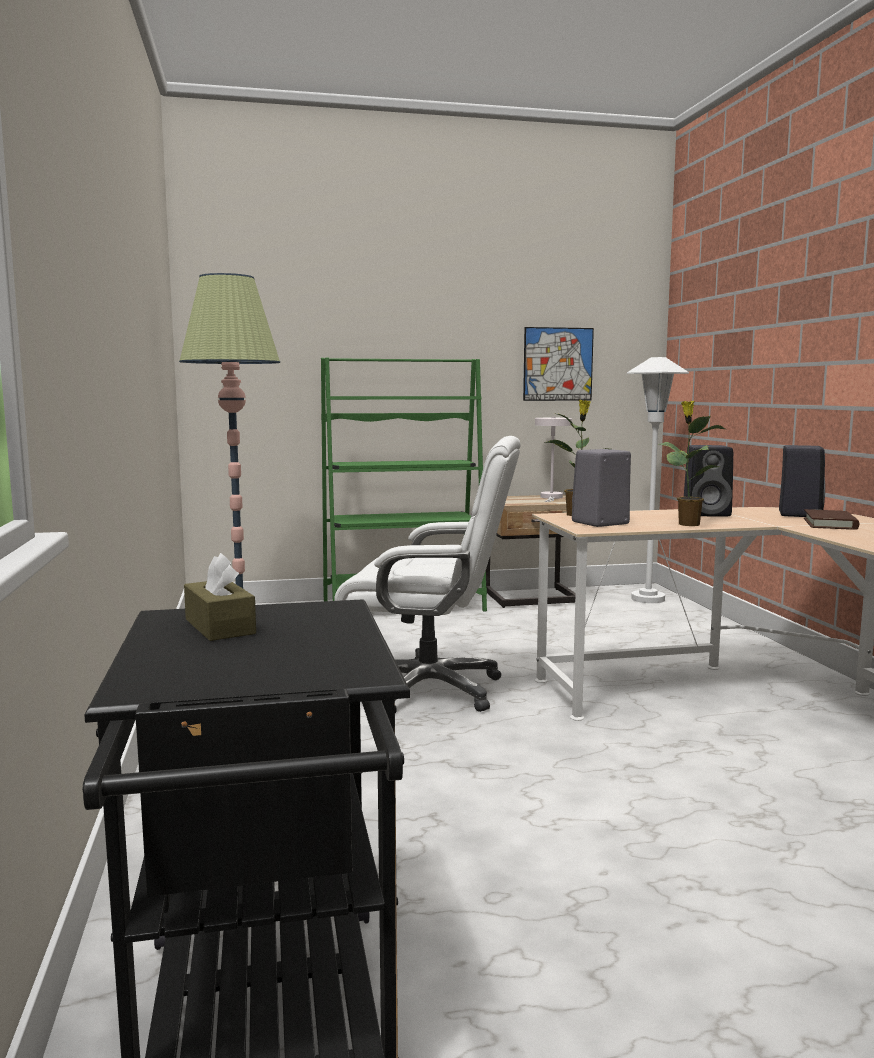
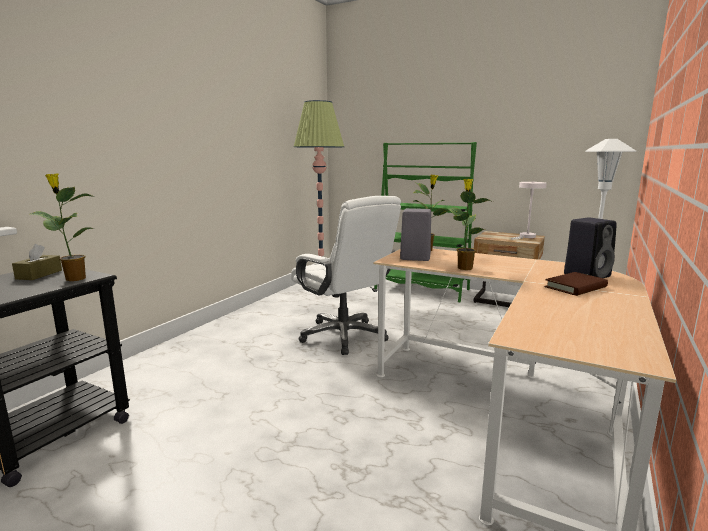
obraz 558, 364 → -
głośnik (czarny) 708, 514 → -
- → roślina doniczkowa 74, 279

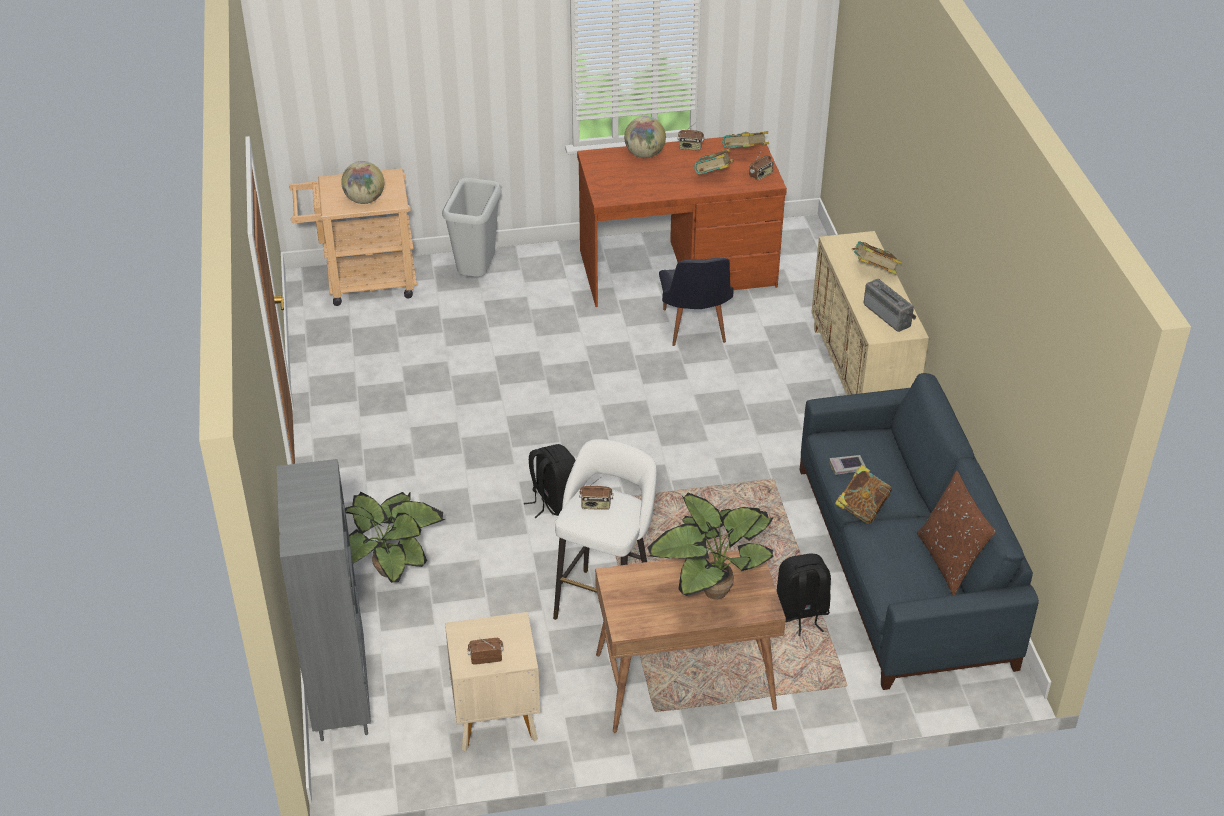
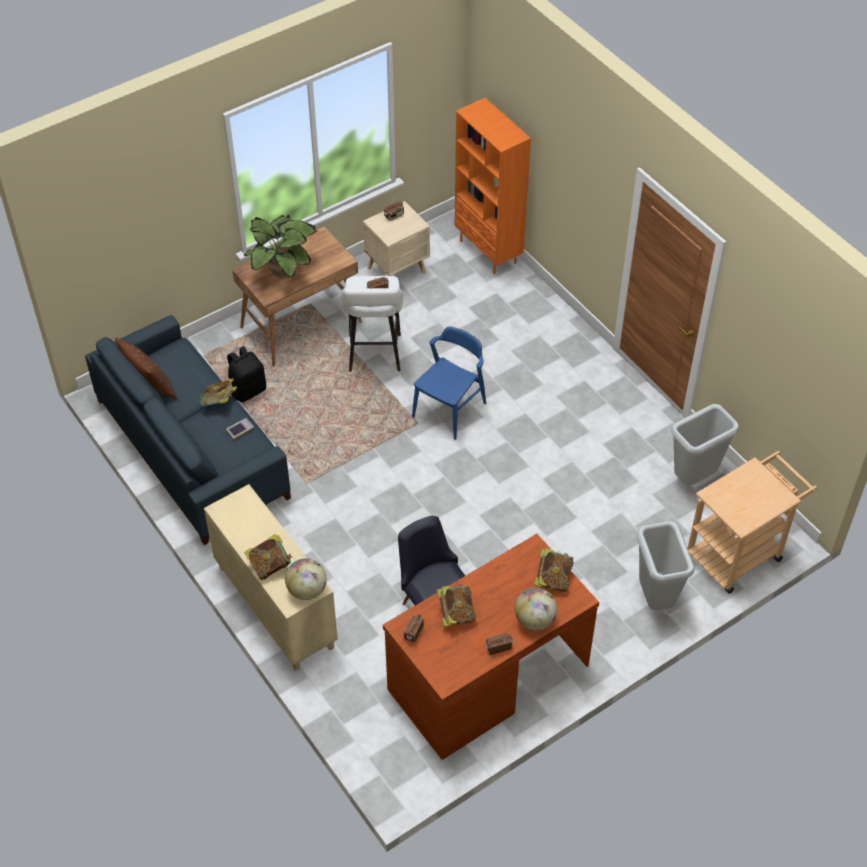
książka 744, 154 → książka 552, 579, relocated
globus 364, 200 → globus 307, 590, relocated
radio 889, 315 → -
plecak (czarny) 553, 502 → krzesło (niebieski) 449, 410
regał (szary) 340, 699 → regał (pomarańczowy) 489, 251
roślina doniczkowa 393, 571 → -
- → kosz na śmieci (szary) 694, 479

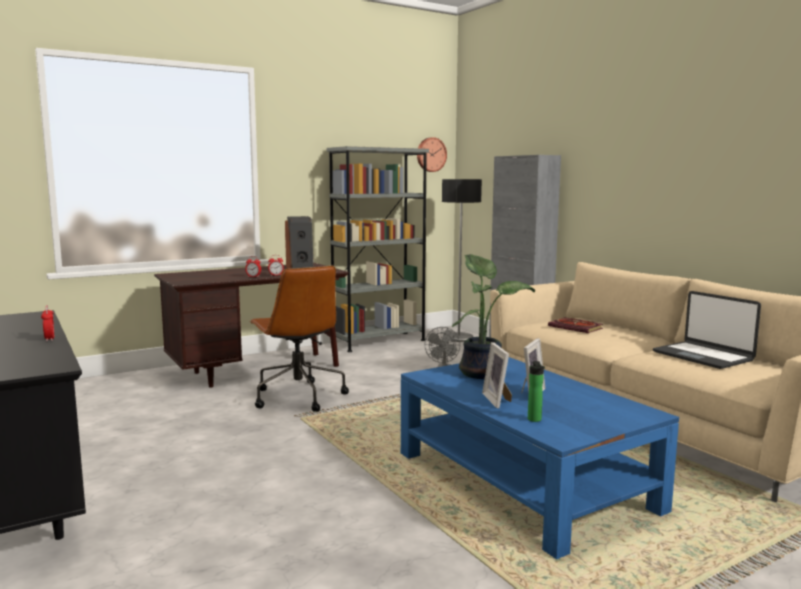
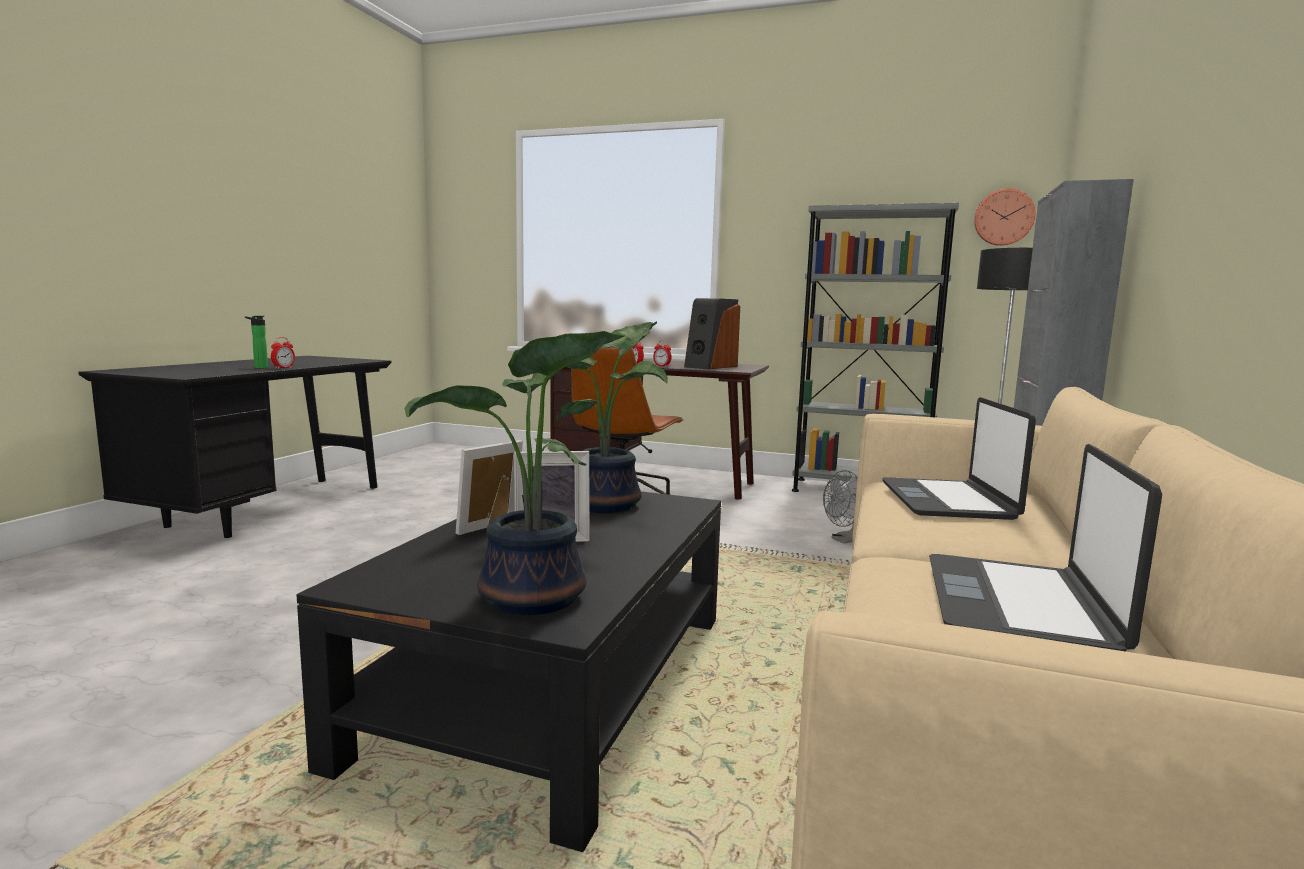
książka 577, 328 → laptop 948, 501
ława (niebieski) 523, 481 → ława (czarny) 553, 684
butelka 535, 420 → butelka 259, 368, relocated
- → roślina doniczkowa 531, 600

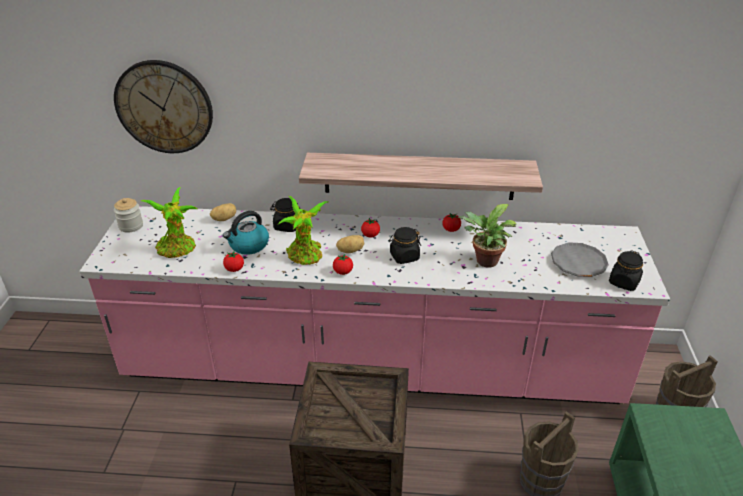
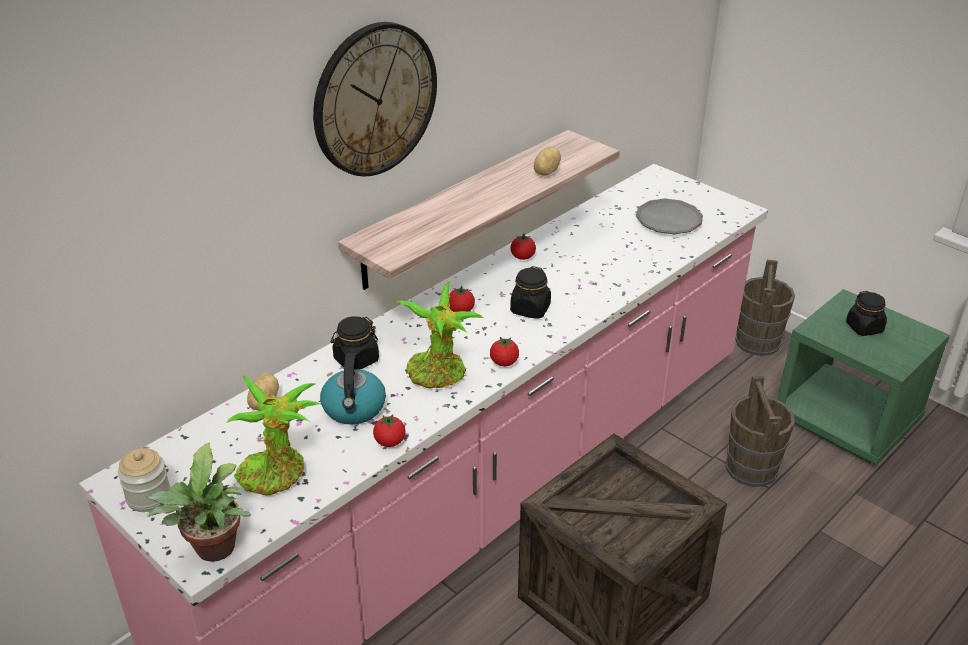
zegar ścienny 164, 107 → zegar ścienny 375, 99, relocated
roślina doniczkowa 484, 262 → roślina doniczkowa 213, 551, relocated
ziemniak 350, 250 → ziemniak 545, 172, relocated
słoik (czarny) 624, 282 → słoik (czarny) 864, 328, relocated

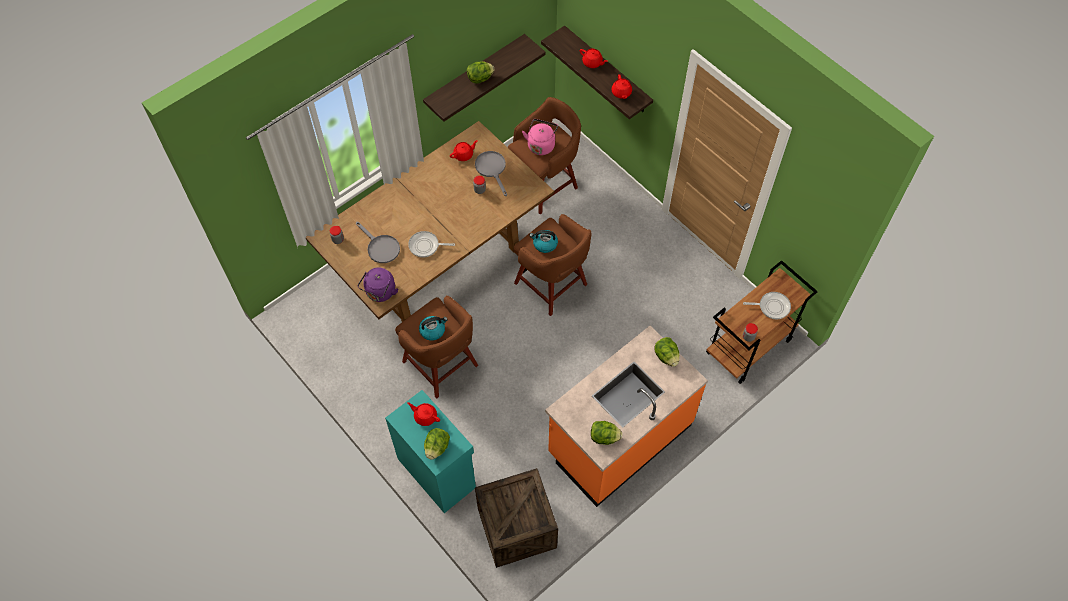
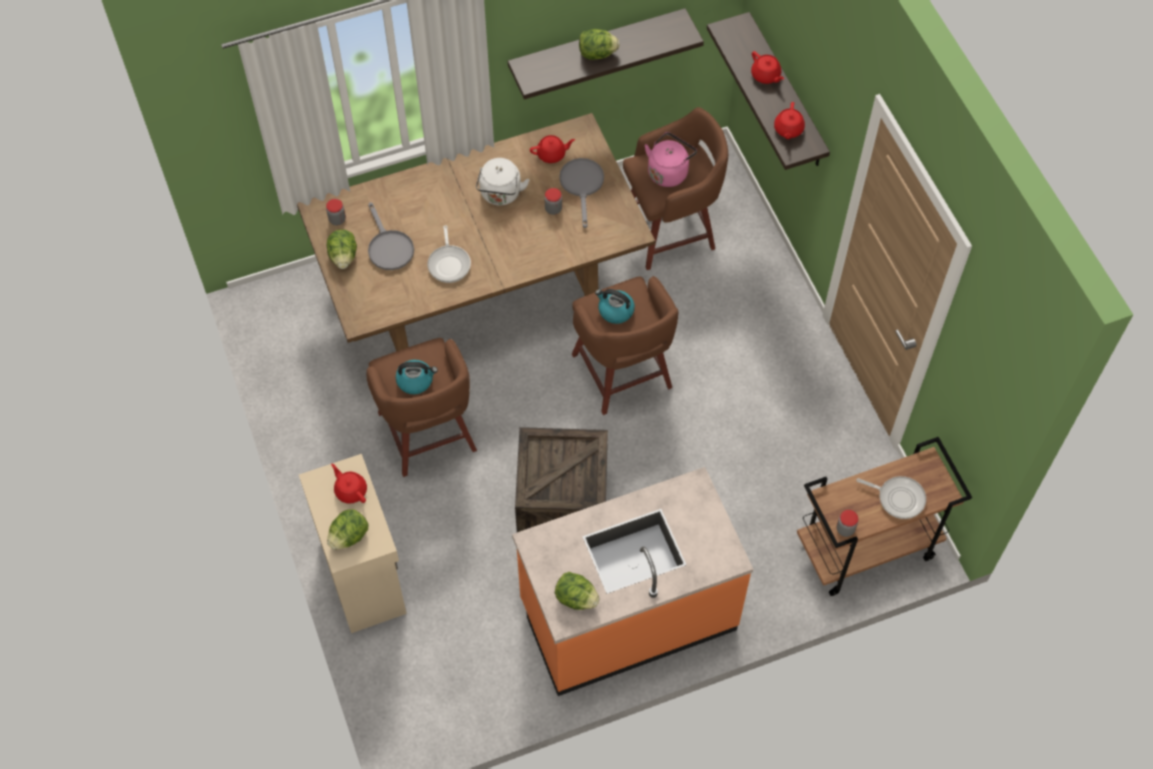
patelnia 426, 246 → patelnia 449, 263, 120 degrees counterclockwise
czajnik (fioletowy) 380, 293 → -
sałata 666, 356 → sałata 343, 256, relocated
szafka (turkusowy) 437, 471 → szafka (beżowy) 364, 575
skrzynka 517, 528 → skrzynka 562, 506, relocated
- → czajnik (biały) 500, 195

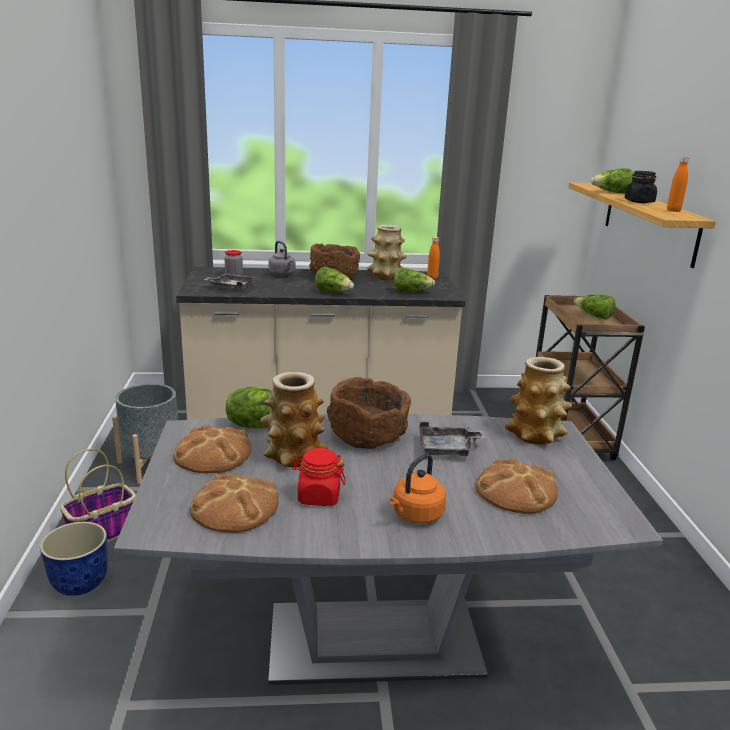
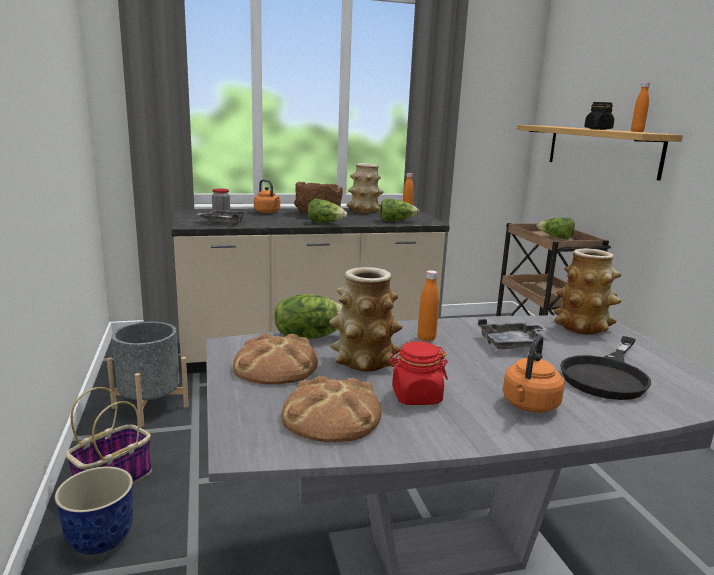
sałata 611, 193 → -
czajnik (szary) 282, 274 → czajnik (pomarańczowy) 268, 212
miska (brązowy) 367, 436 → butelka (pomarańczowy) 426, 338
chleb 516, 491 → patelnia (czarny) 607, 375

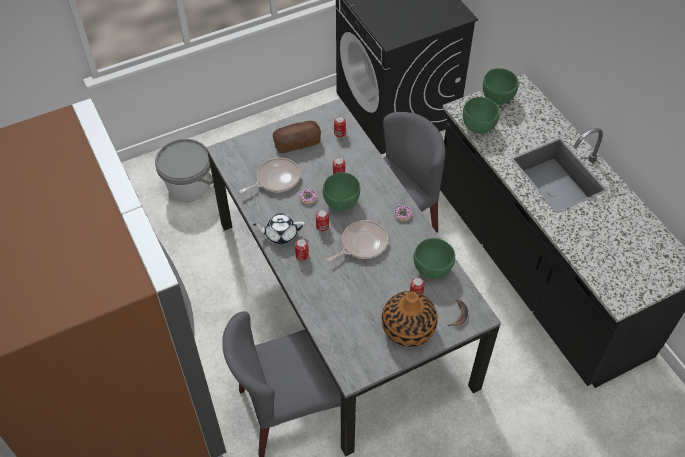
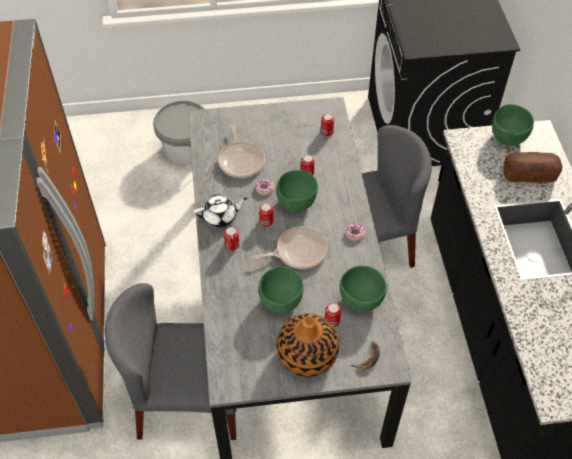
miska (zielony) 478, 127 → miska (zielony) 281, 302, relocated
chleb 297, 143 → chleb 529, 174, relocated
patelnia 276, 179 → patelnia 241, 160, 90 degrees clockwise
imbryk (biały) 280, 234 → imbryk (biały) 220, 217, 150 degrees clockwise

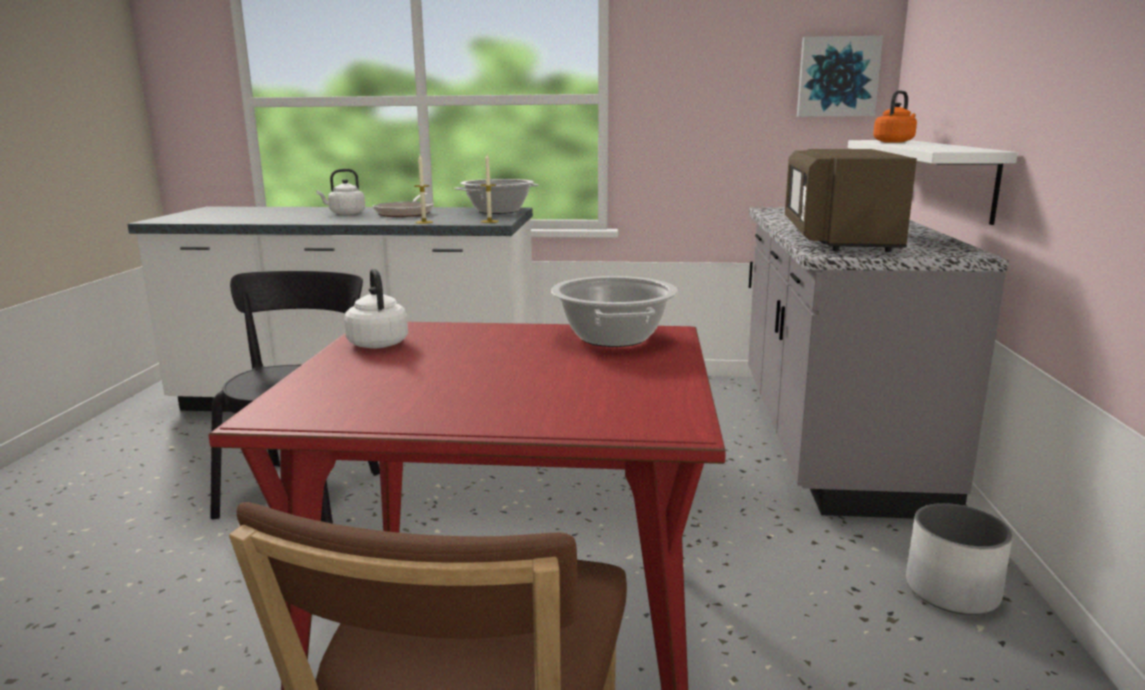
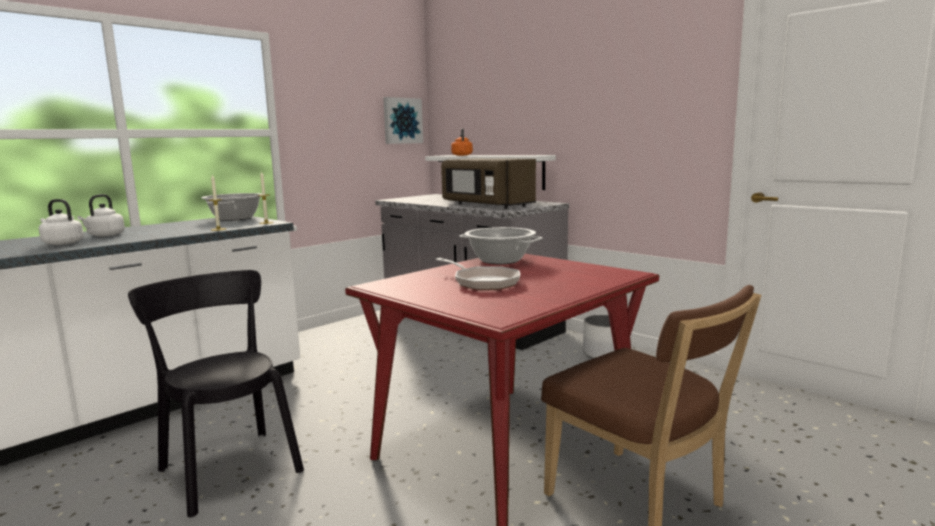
patelnia 406, 213 → patelnia 482, 282, relocated
czajnik (biały) 377, 343 → czajnik (biały) 61, 243, relocated

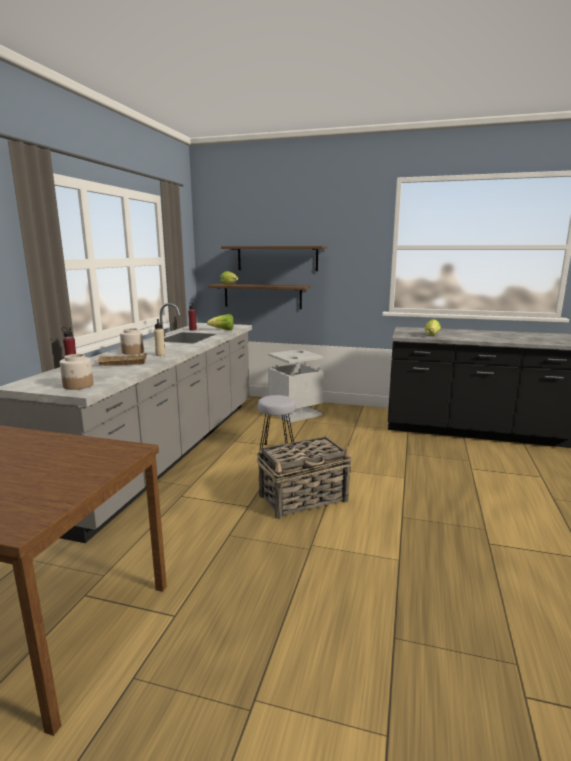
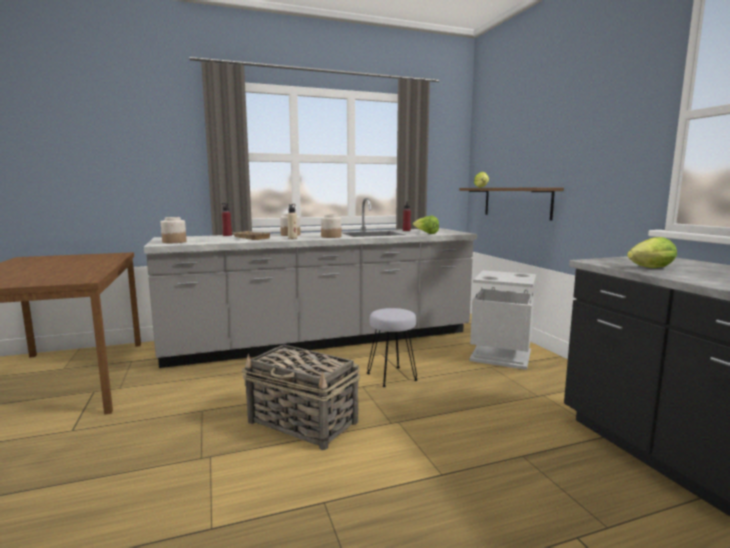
półka (brązowy) 277, 258 → -
- → słoik 331, 237

